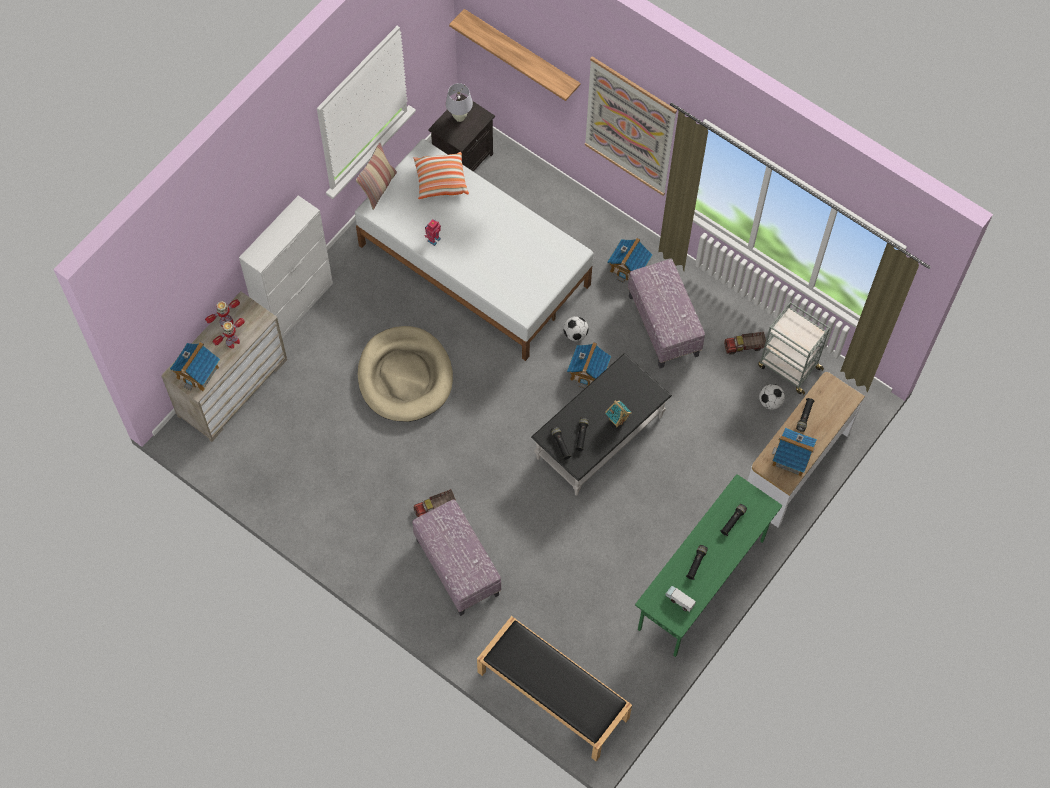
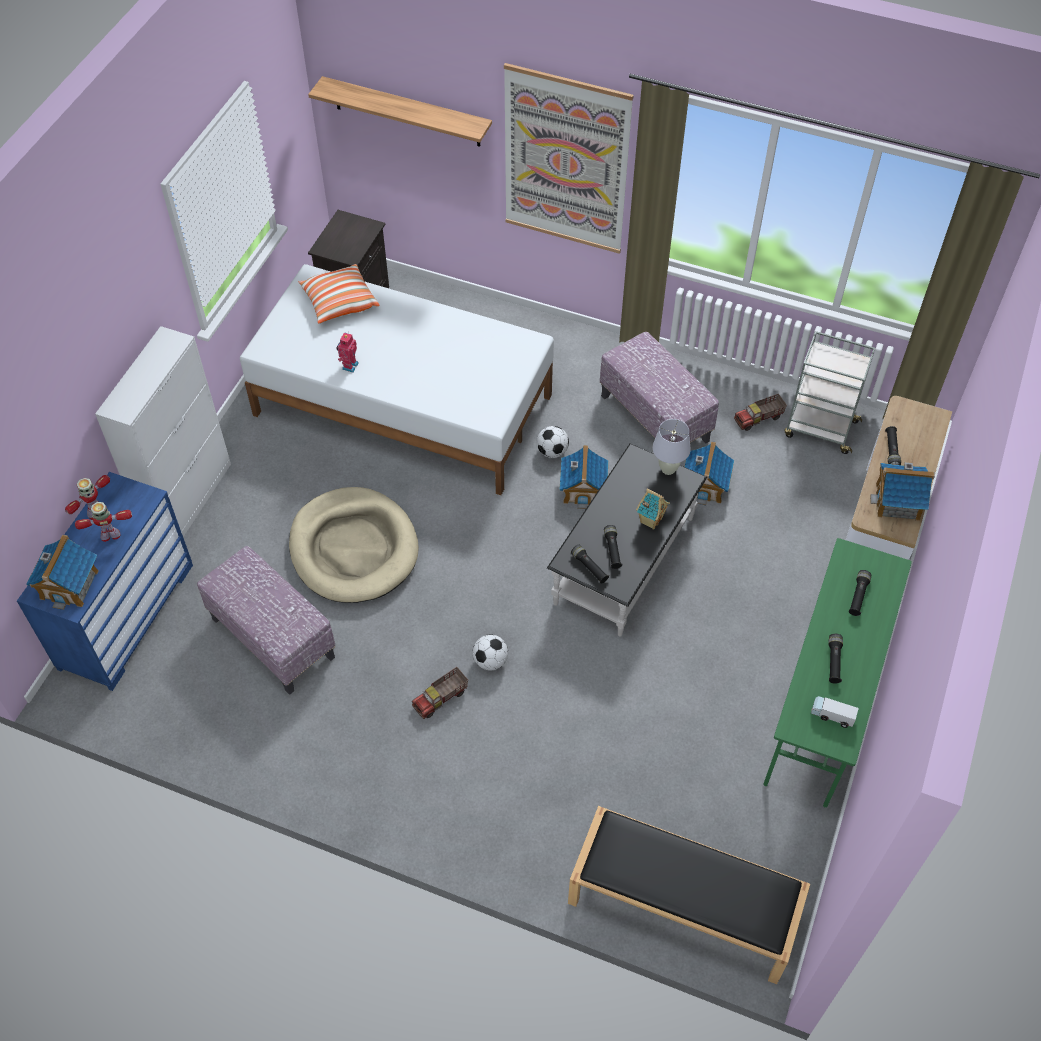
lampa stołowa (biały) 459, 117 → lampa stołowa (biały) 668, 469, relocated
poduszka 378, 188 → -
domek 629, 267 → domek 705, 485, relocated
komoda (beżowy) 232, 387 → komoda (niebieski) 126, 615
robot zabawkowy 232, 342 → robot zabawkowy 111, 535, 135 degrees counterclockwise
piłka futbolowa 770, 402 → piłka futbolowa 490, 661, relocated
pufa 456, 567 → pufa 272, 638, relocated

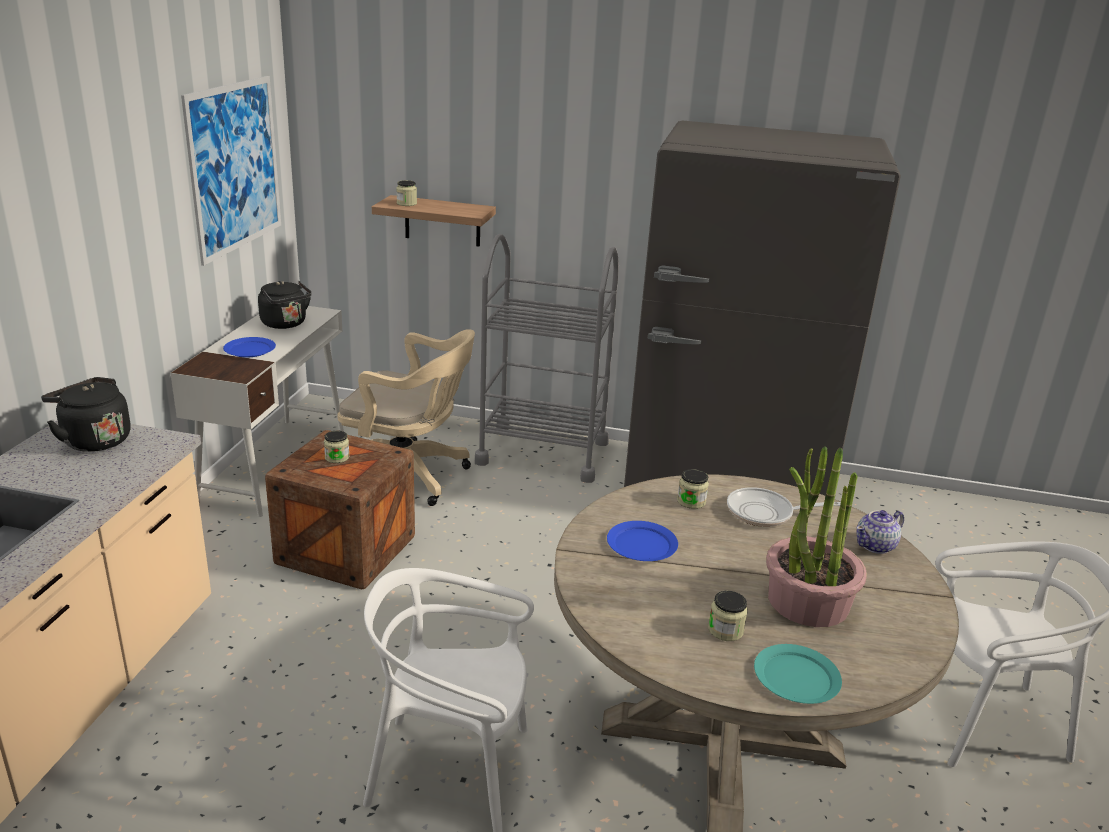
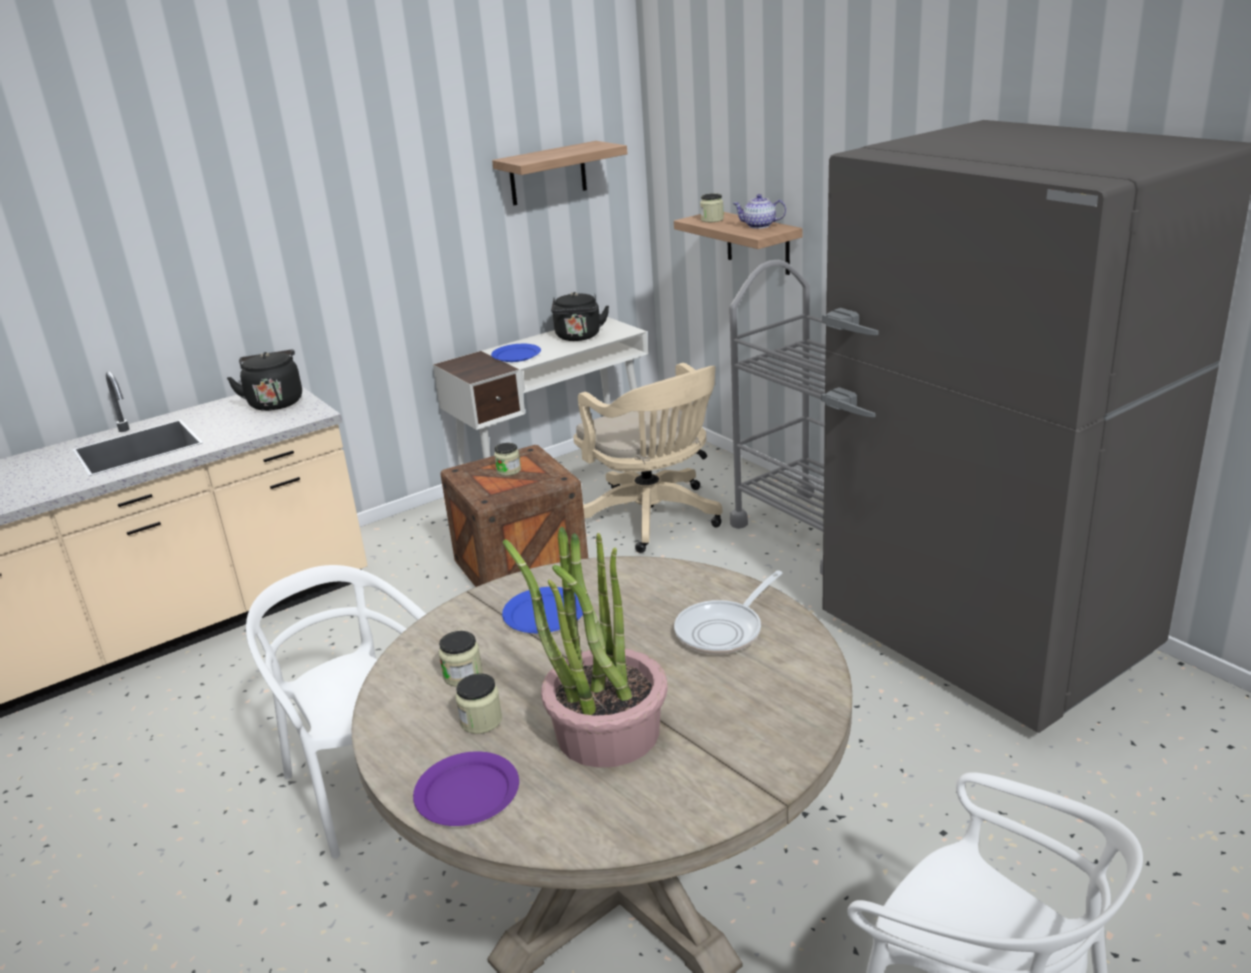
obraz 235, 167 → półka 547, 173
słoik 691, 501 → słoik 463, 675, relocated
patelnia 765, 513 → patelnia 724, 630, 90 degrees counterclockwise
imbryk 876, 546 → imbryk 759, 226, relocated
talerz (turkusowy) 795, 677 → talerz (fioletowy) 467, 792

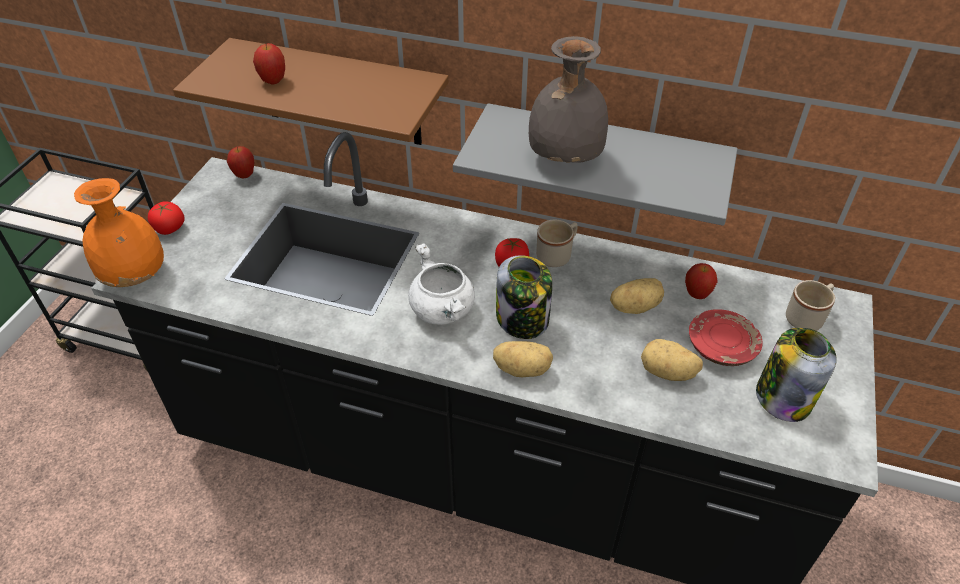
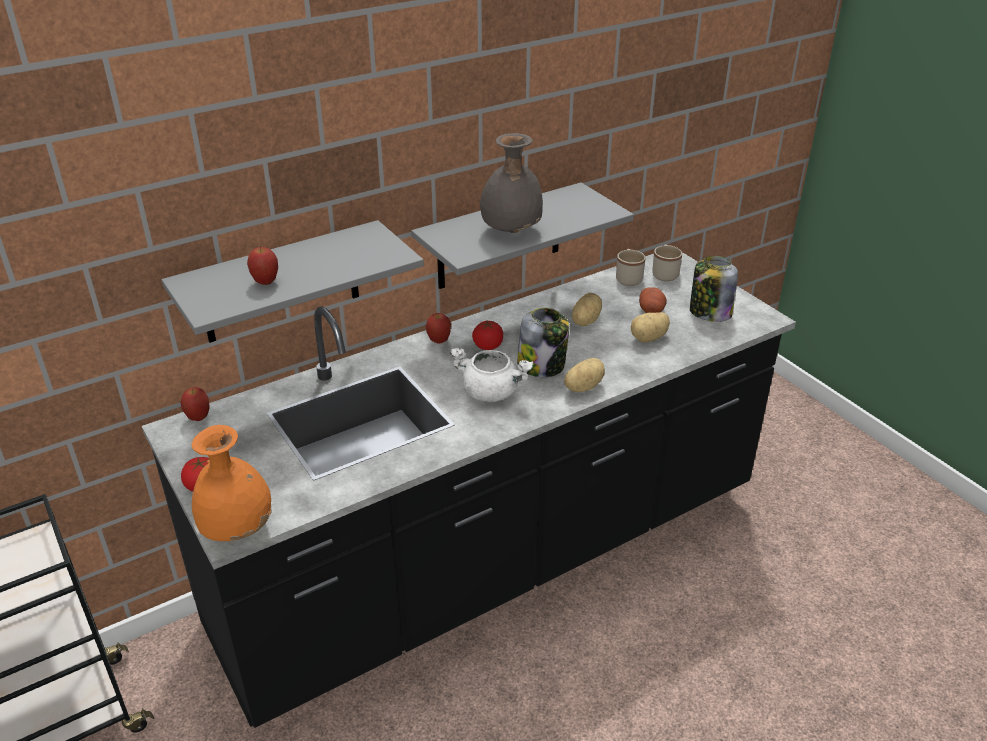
półka (brązowy) 340, 93 → półka (szary) 280, 283
kubek (beżowy) 557, 255 → kubek (beżowy) 628, 278, relocated
jabłko 697, 294 → jabłko 439, 341, relocated
talerz (czerwony) 721, 346 → ziemniak 651, 310

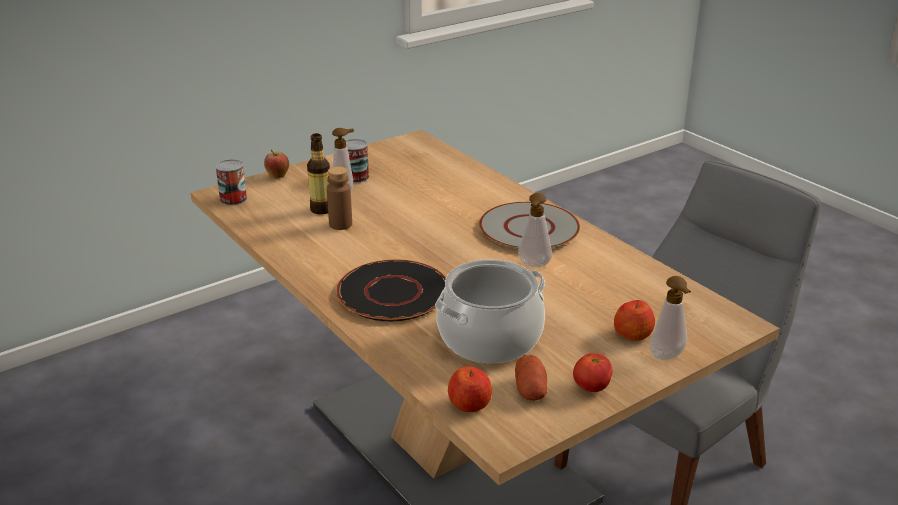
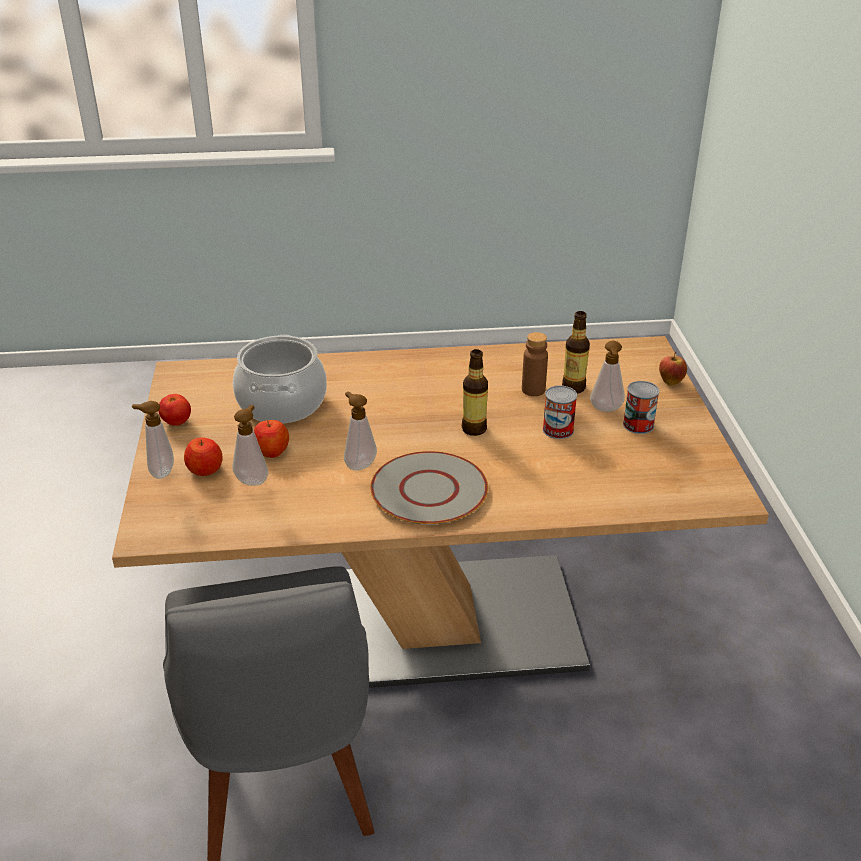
puszka 233, 199 → puszka 558, 430, relocated
talerz (czarny) 394, 293 → -
ziemniak 530, 390 → -
jabłko 470, 404 → jabłko 271, 451, relocated
- → butelka 474, 429
- → dozownik mydła 253, 480

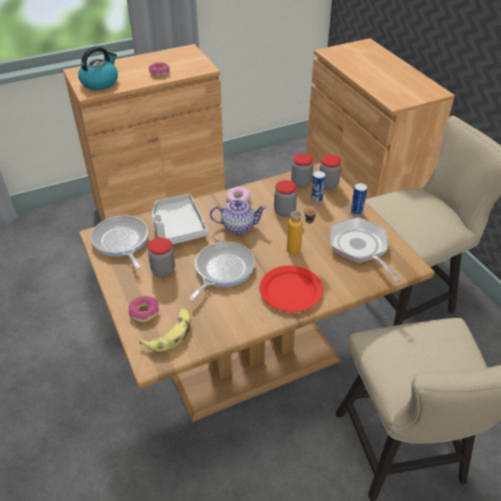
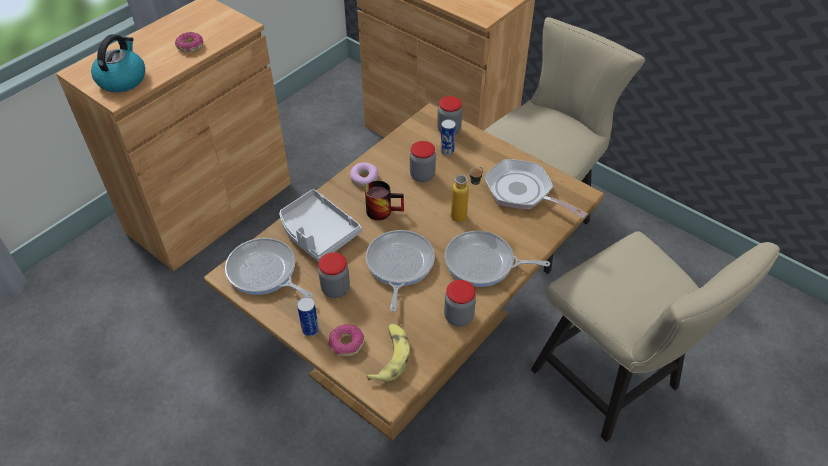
słoik 301, 183 → słoik 458, 316, relocated
puszka 356, 212 → puszka 310, 330, relocated
imbryk 237, 226 → kubek 383, 209
talerz (czerwony) 291, 291 → patelnia 483, 263

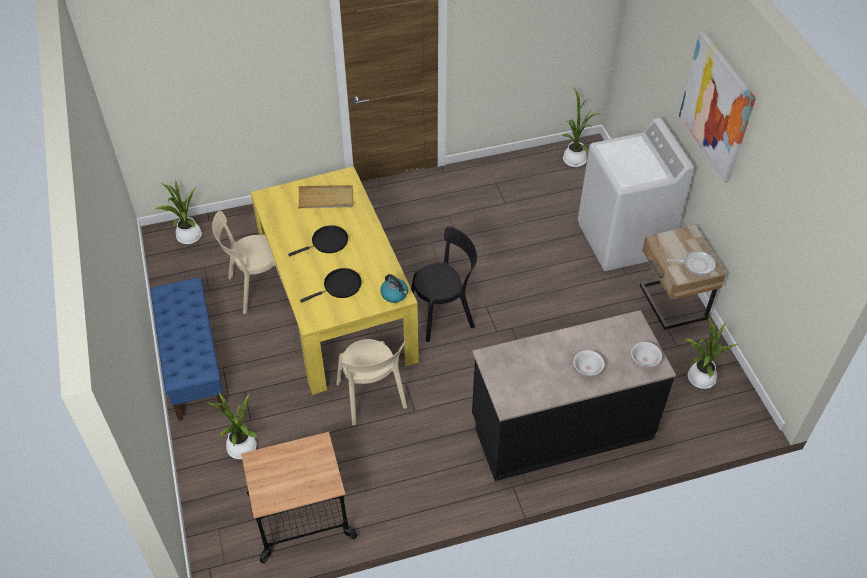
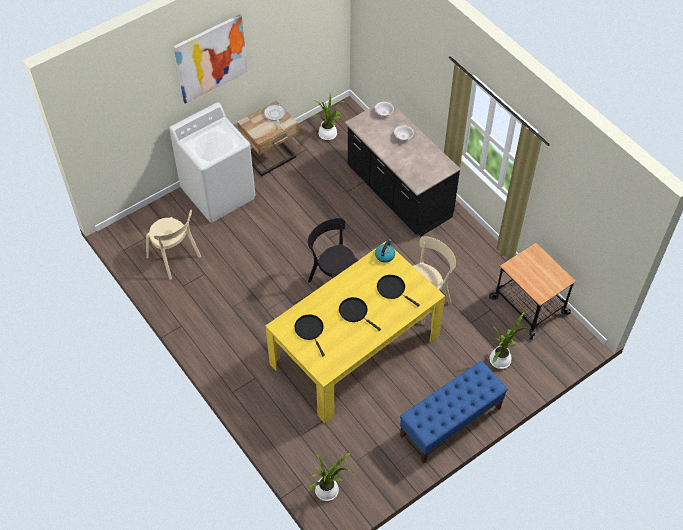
roślina doniczkowa 574, 158 → -
taca (beżowy) 326, 199 → patelnia (czarny) 310, 330
krzesło (beżowy) 256, 288 → krzesło (beżowy) 175, 258, relocated

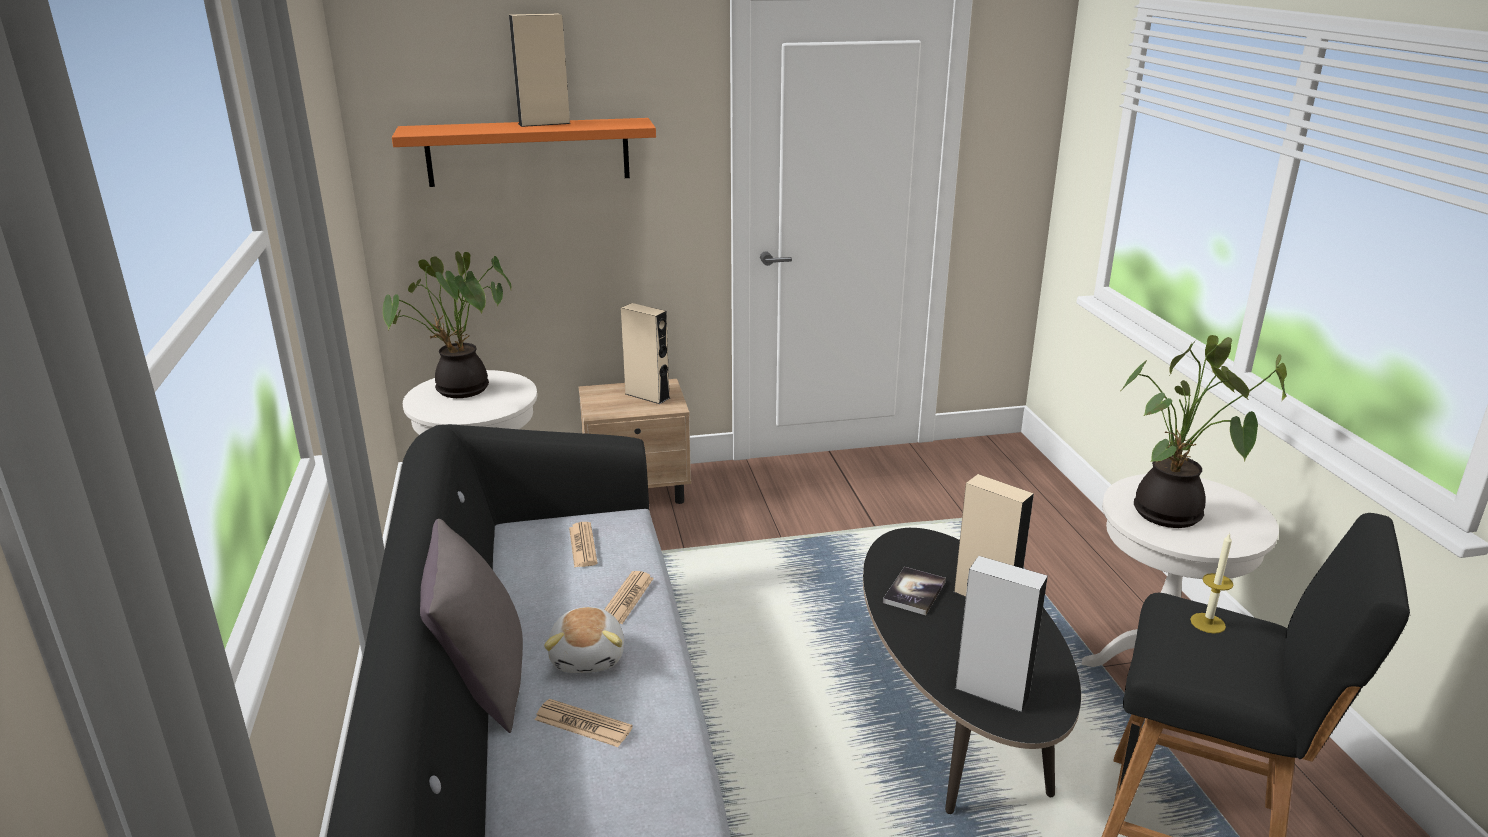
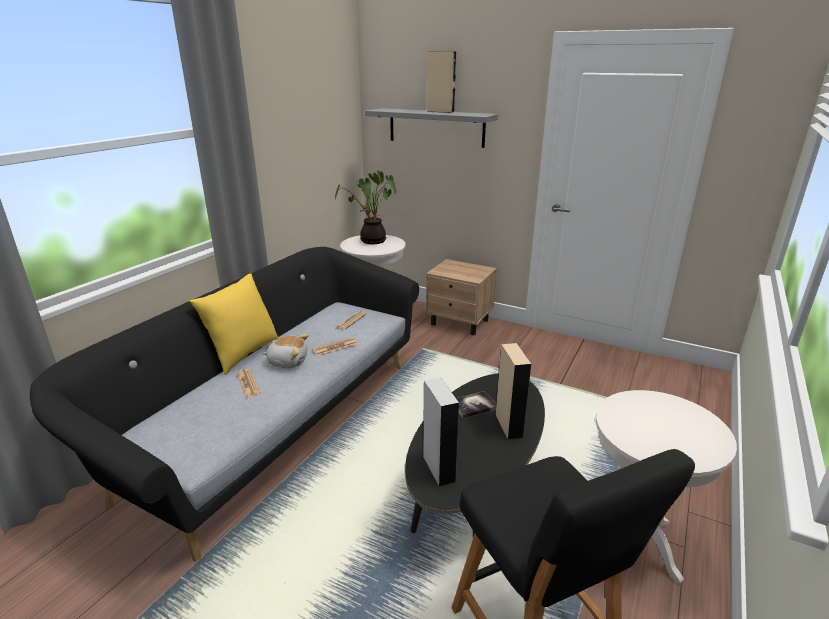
półka (pomarańczowy) 528, 152 → półka (szary) 436, 127
głośnik (beżowy) 647, 396 → -
roślina doniczkowa 1172, 516 → -
poduszka (szary) 481, 683 → poduszka (żółty) 243, 354
świeca 1207, 623 → -
pluszak 589, 656 → pluszak 288, 361, 120 degrees counterclockwise

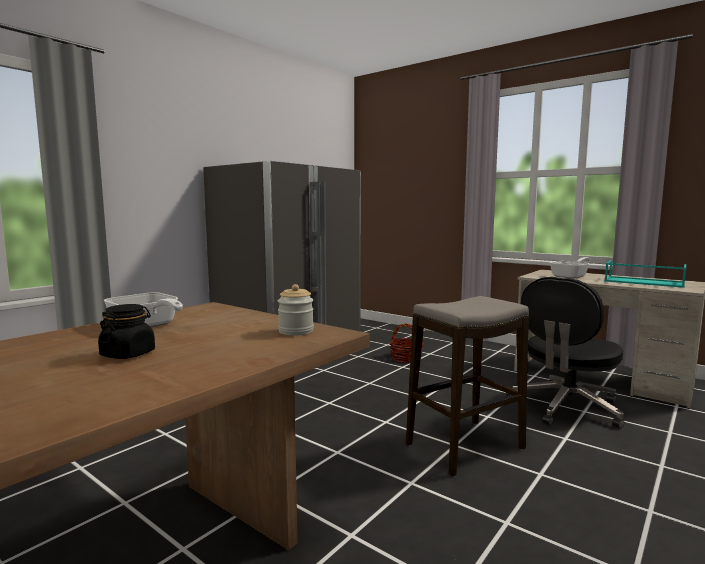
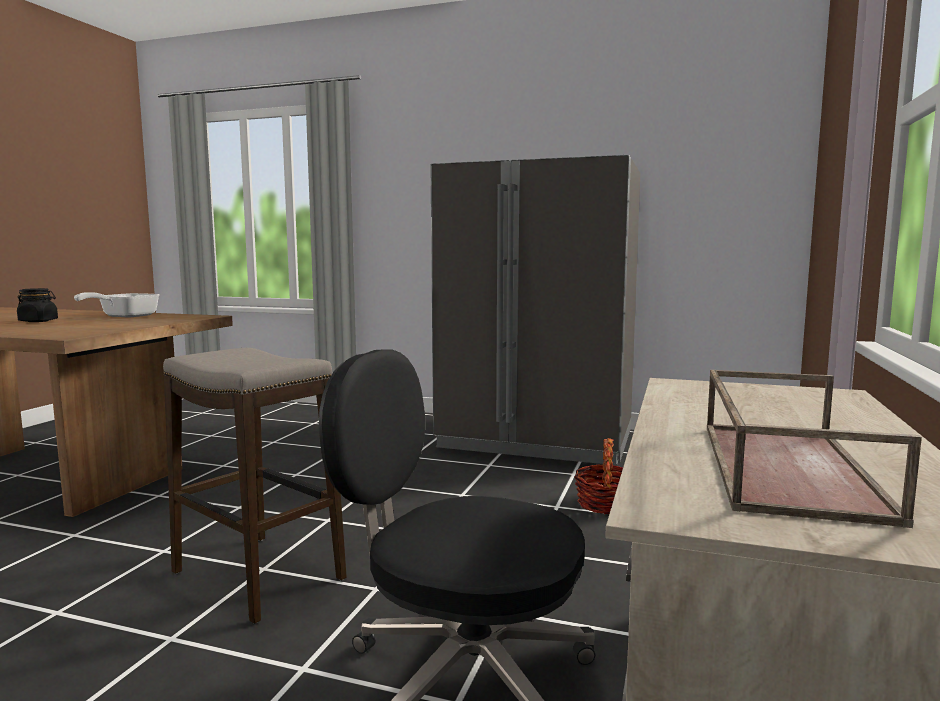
patelnia 571, 276 → -
taca (turkusowy) 643, 282 → taca (brązowy) 783, 466
słoik 296, 331 → -

